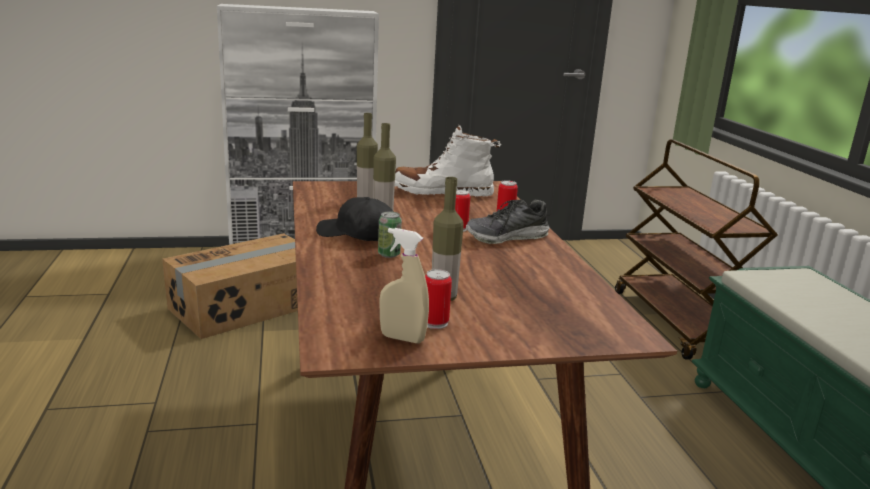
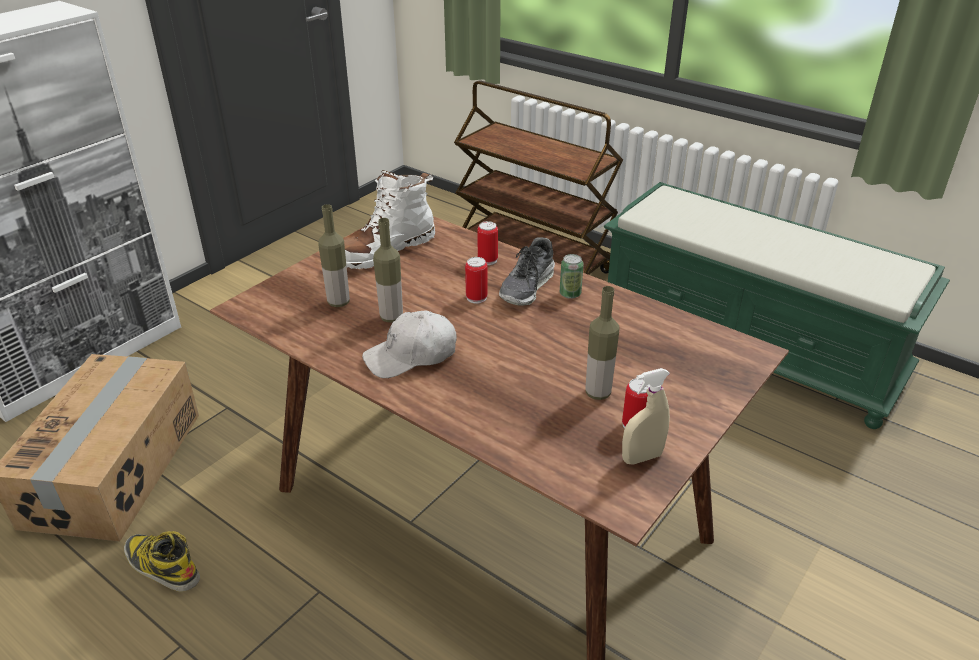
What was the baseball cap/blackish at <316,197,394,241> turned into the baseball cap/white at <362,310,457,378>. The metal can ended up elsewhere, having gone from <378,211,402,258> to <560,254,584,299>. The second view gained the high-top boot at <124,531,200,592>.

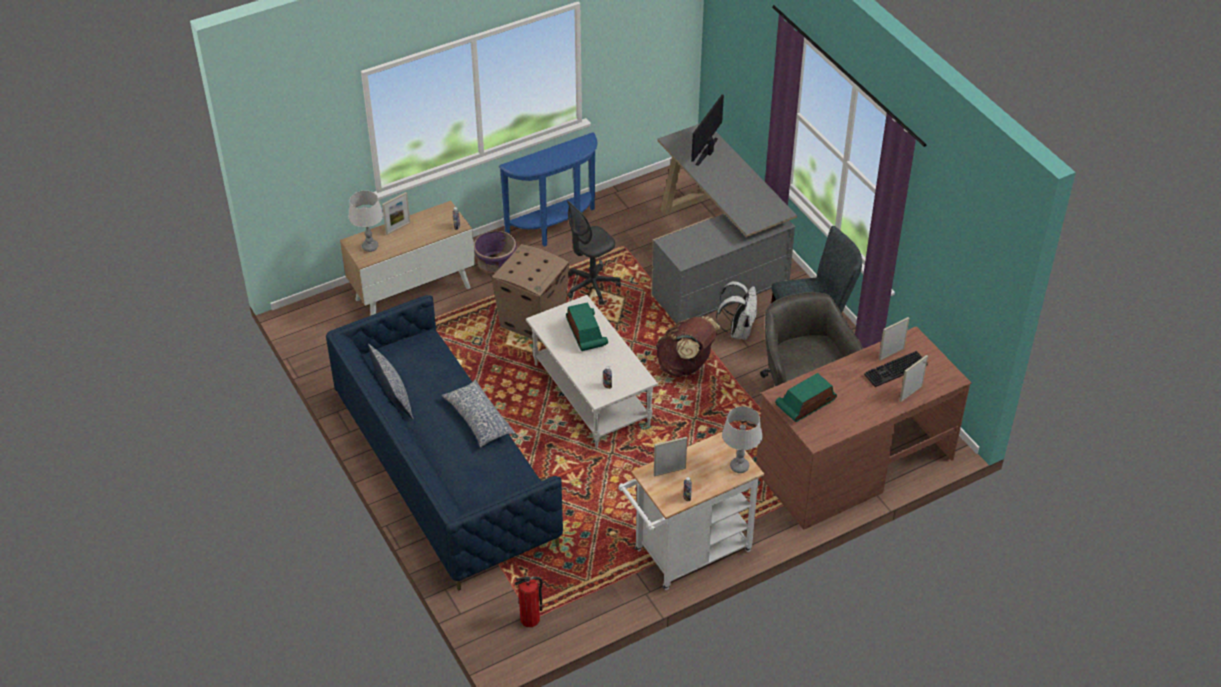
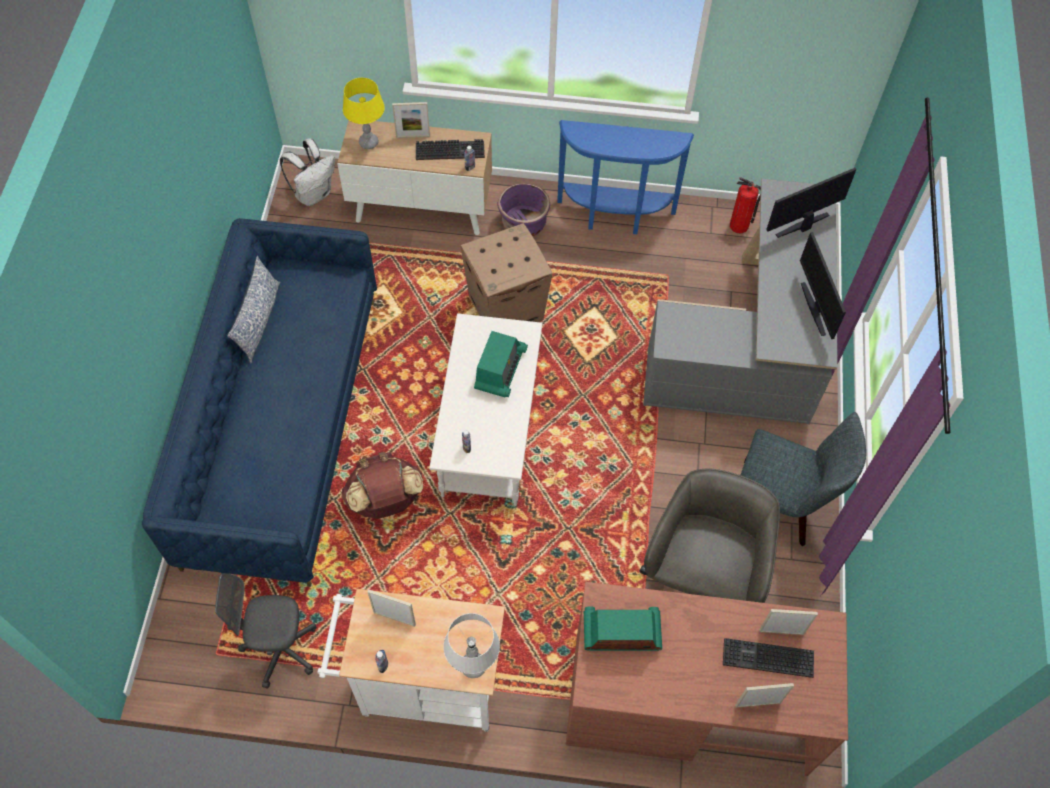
What was the tabletop lamp/gray at <349,191,383,252> turned into the tabletop lamp/yellow at <343,78,385,149>. The second view lost the cushion at <441,380,516,448>. The fire-fighting cylinder ended up elsewhere, having gone from <515,576,542,627> to <730,177,761,234>. The office chair/gray ended up elsewhere, having gone from <567,200,621,305> to <215,573,317,689>. The backpack/brown-coloured ended up elsewhere, having gone from <656,316,721,377> to <342,452,424,519>. The backpack/white ended up elsewhere, having gone from <716,281,757,340> to <280,138,335,206>. The second view gained the keyboard at <416,139,485,160>. The second view gained the computer screen at <800,232,846,339>.

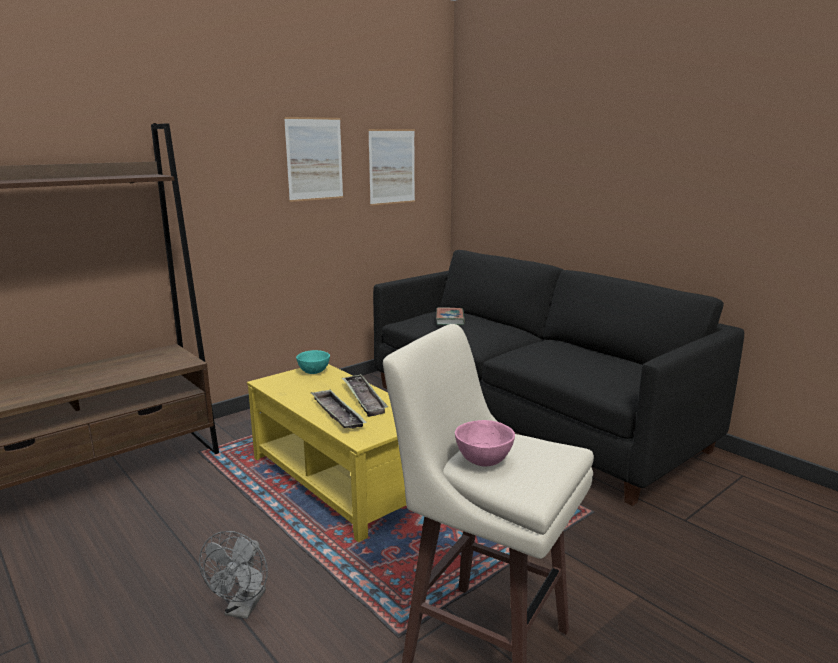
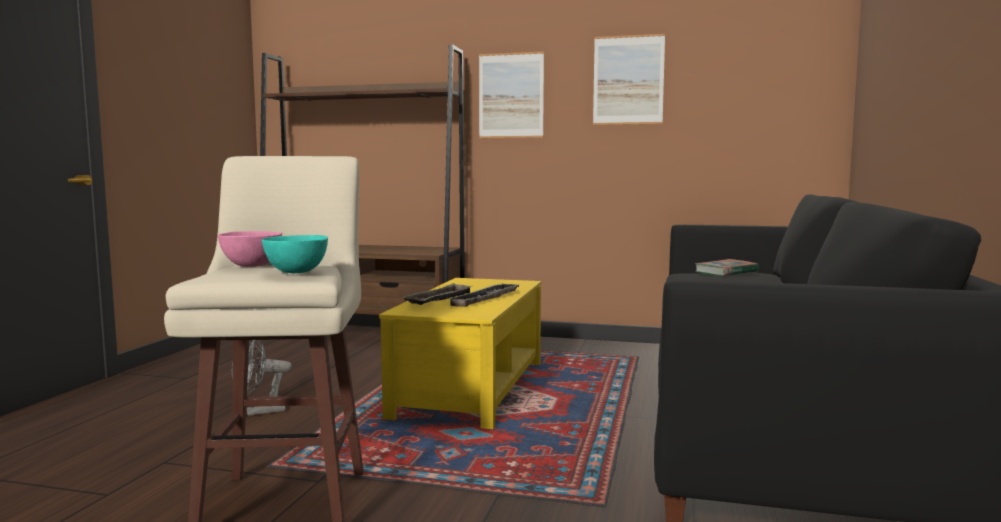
The bowl/turquoise-coloured ended up elsewhere, having gone from <296,350,330,374> to <262,235,328,273>. The wall picture ended up elsewhere, having gone from <368,129,415,206> to <479,52,544,138>.

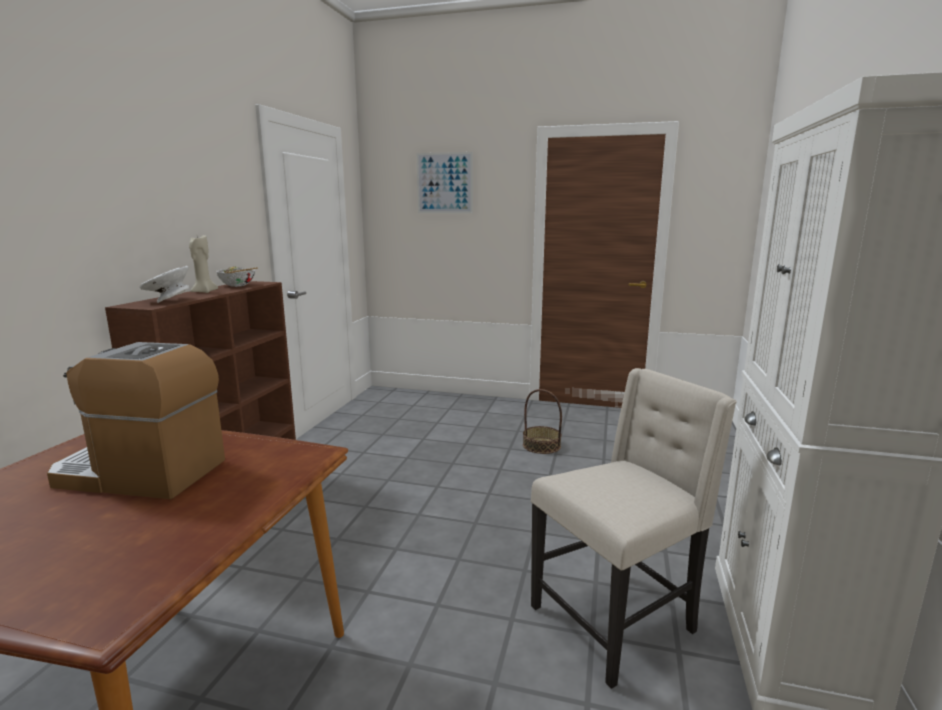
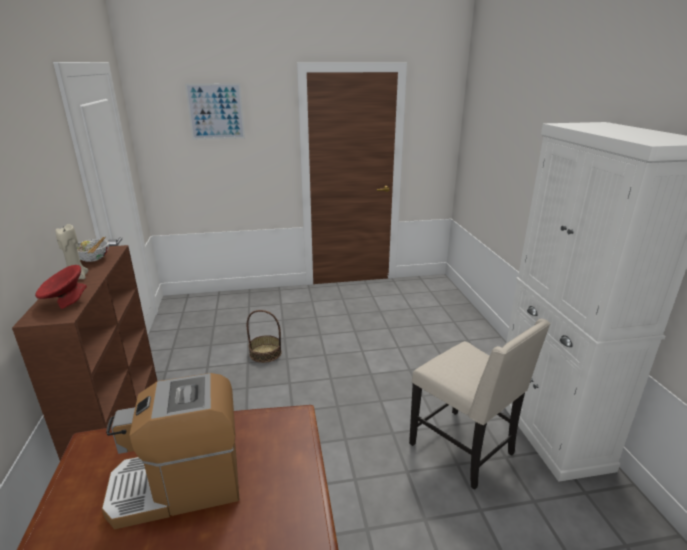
What was the bowl/white at <140,266,189,303> turned into the bowl/reddish at <35,265,87,309>. The storage basket ended up elsewhere, having gone from <523,389,562,454> to <247,310,282,363>. The chair/sand-coloured at <531,368,737,689> ended up facing another way, 105 degrees clockwise from before.

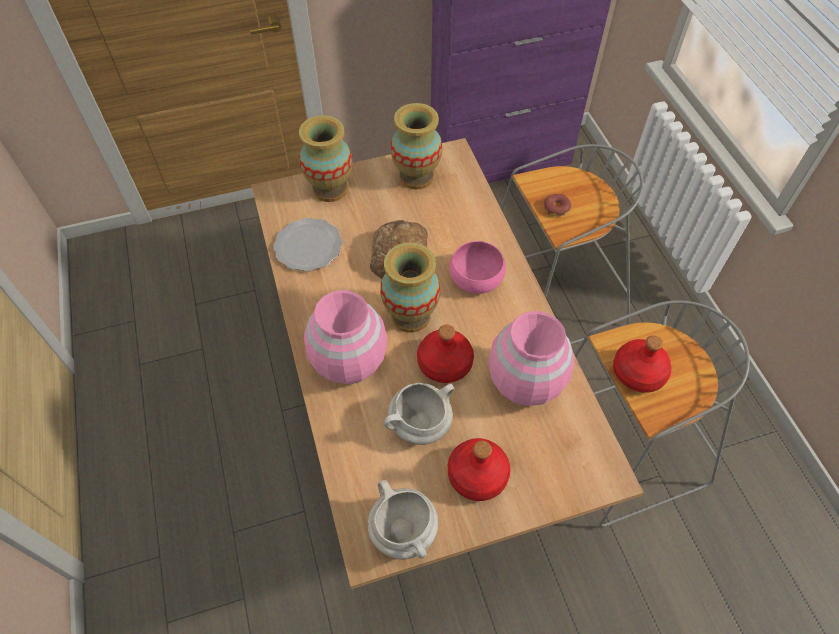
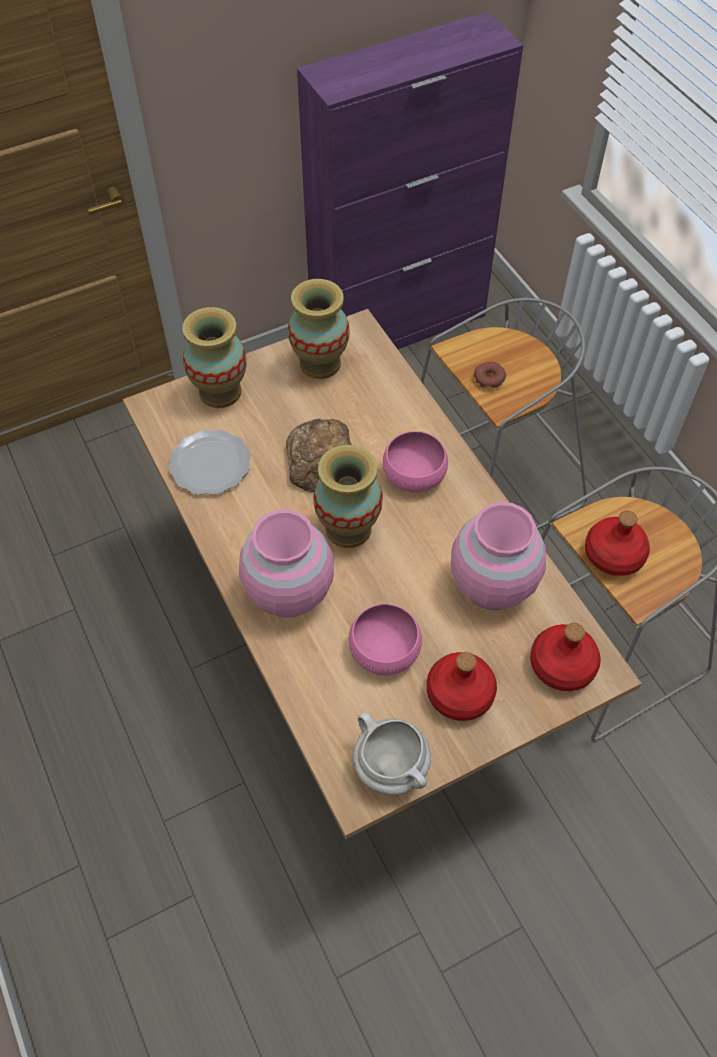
Where the saucepot/white stood at <384,383,455,445>, the bowl/pinkish came to stand at <349,604,422,675>. The beverage bottle/reddish ended up elsewhere, having gone from <417,325,474,383> to <530,623,601,691>.

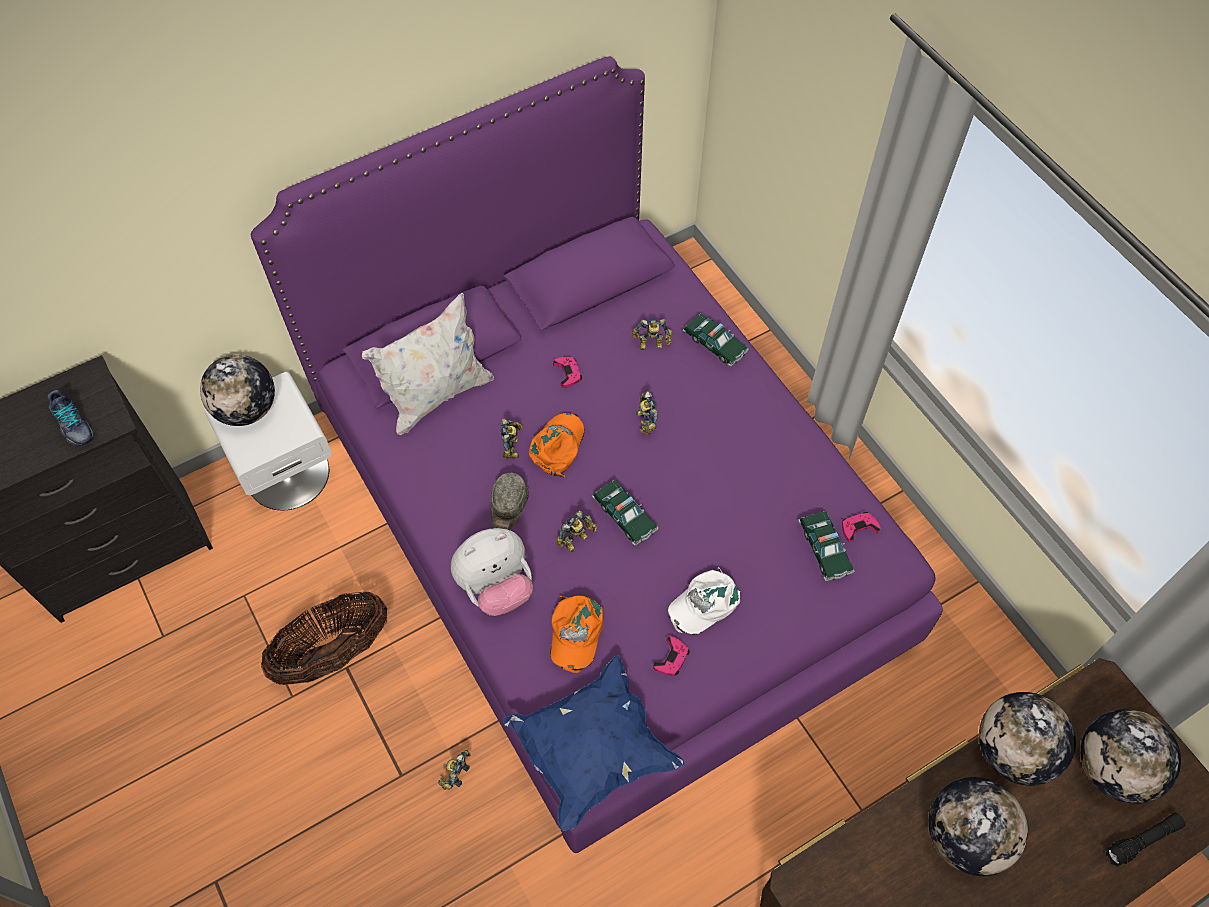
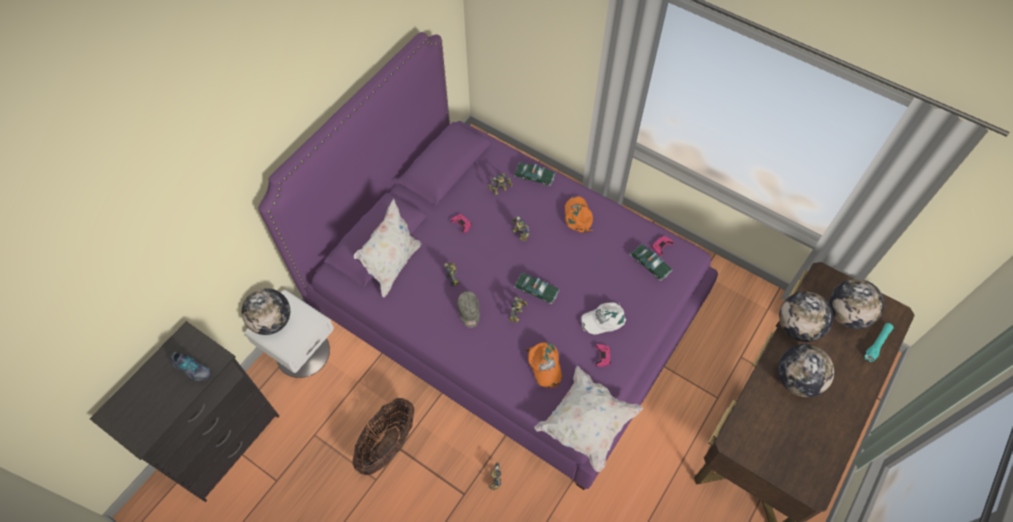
The second view lost the plush toy at <451,528,533,616>. What was the cushion/bluish at <503,655,685,831> turned into the cushion/white at <534,366,643,472>. The baseball cap/orange-coloured ended up elsewhere, having gone from <529,413,584,477> to <565,196,593,233>. The baseball cap/white at <668,567,740,635> ended up facing another way, 45 degrees clockwise from before. What was the hand torch/blackish at <1105,813,1186,867> turned into the hand torch/turquoise-coloured at <865,323,894,362>.

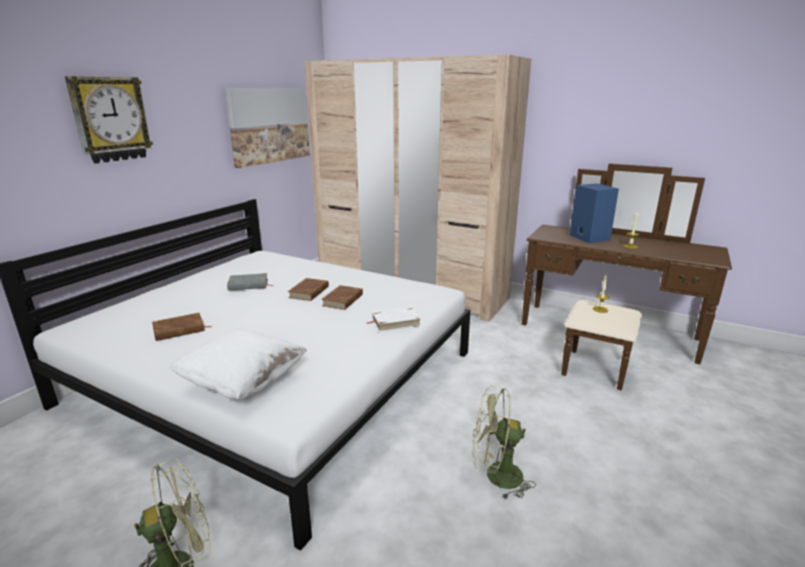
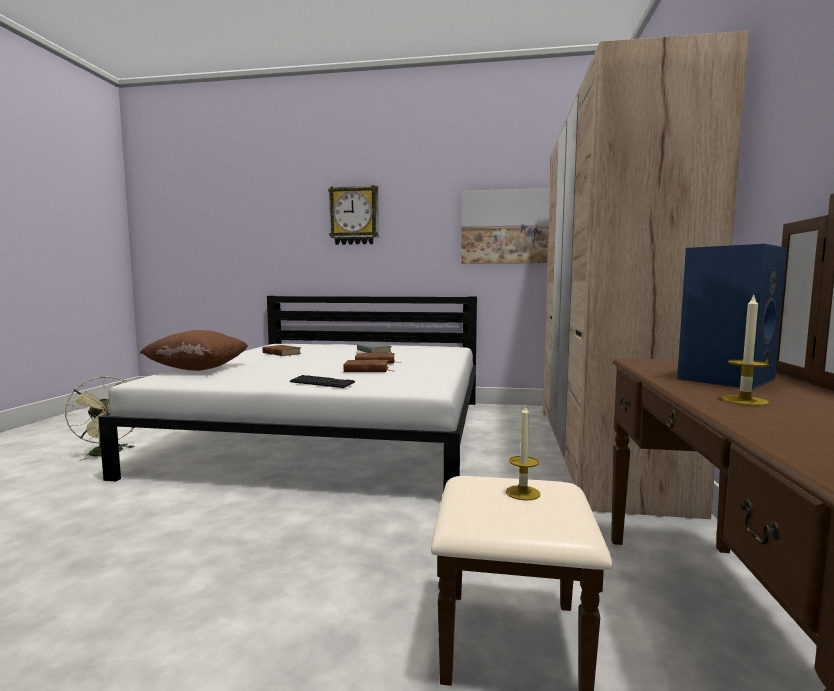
What was the cushion/white at <168,328,307,399> turned into the cushion/brown-coloured at <140,330,248,371>. Where the volume/white stood at <366,307,421,332>, the keyboard came to stand at <290,375,355,388>. The second view lost the cooling fan/greenish at <473,386,536,499>.

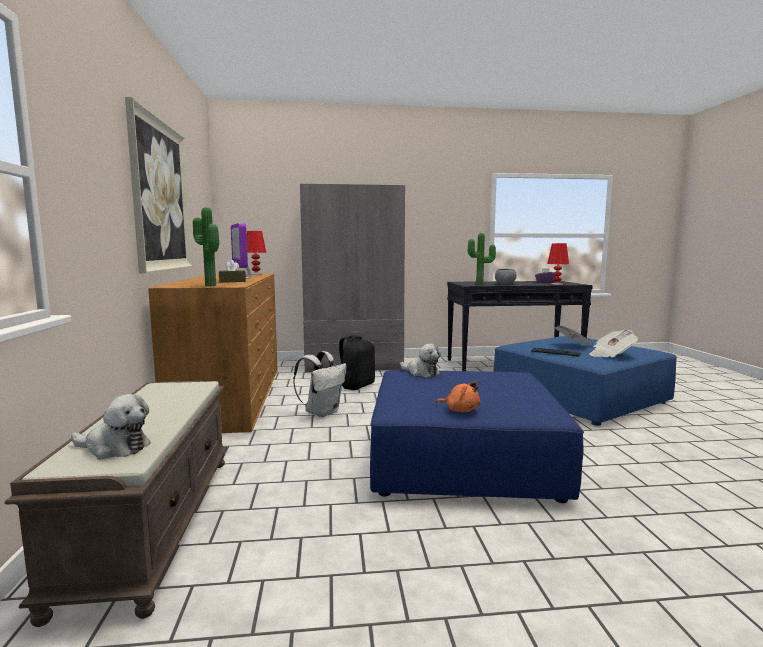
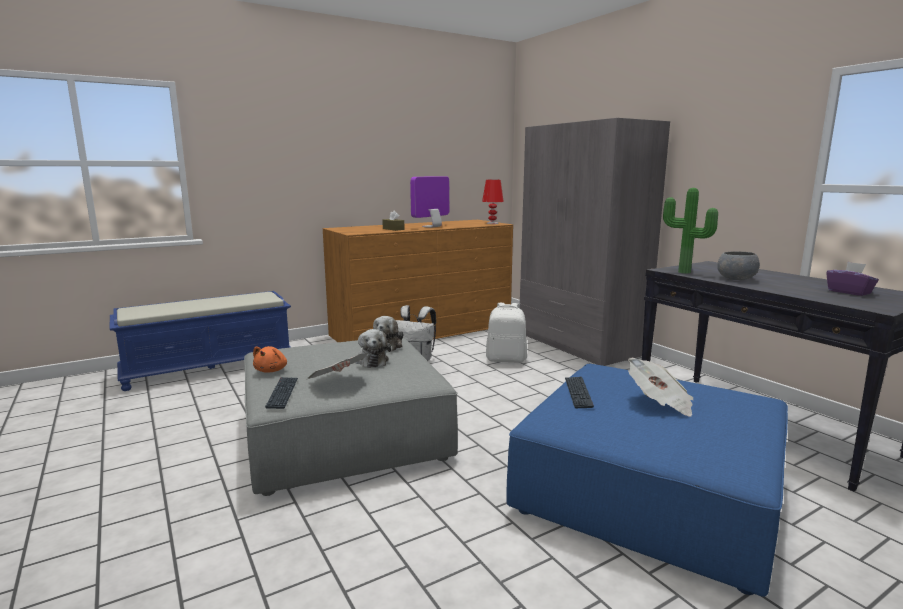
What was the bench/brown-coloured at <5,381,227,627> turned into the bench/bluish at <109,291,291,391>. The plush toy ended up elsewhere, having gone from <71,394,151,459> to <355,329,391,368>. The second view lost the wall picture at <125,97,193,273>. The second view lost the plant in a pot at <193,207,219,286>. What was the backpack/blackish at <339,335,375,390> turned into the backpack/white at <486,303,527,363>. What was the pouffe/bluish at <370,370,584,503> turned into the pouffe/gray at <244,338,458,496>. The second view lost the tabletop lamp/reddish at <547,243,569,285>. The printed paper ended up elsewhere, having gone from <590,330,638,357> to <308,353,369,379>. The second view gained the keyboard at <265,377,298,409>.

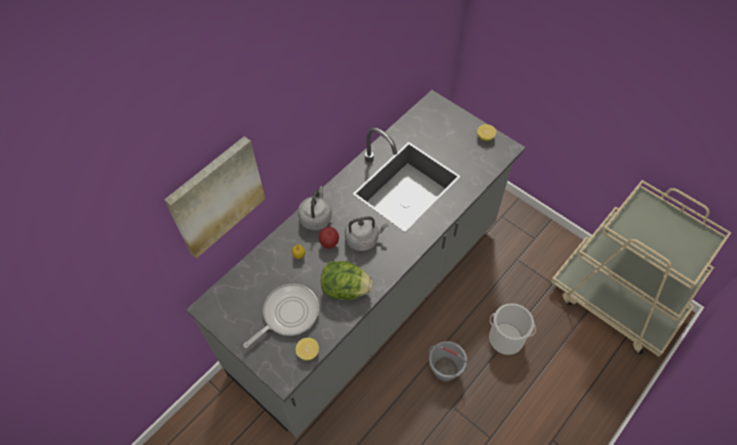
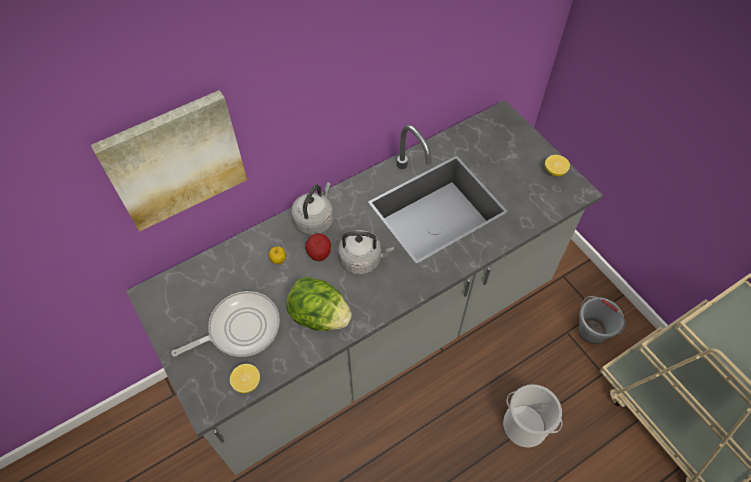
The bucket/gray ended up elsewhere, having gone from <429,341,468,382> to <578,296,626,344>.

